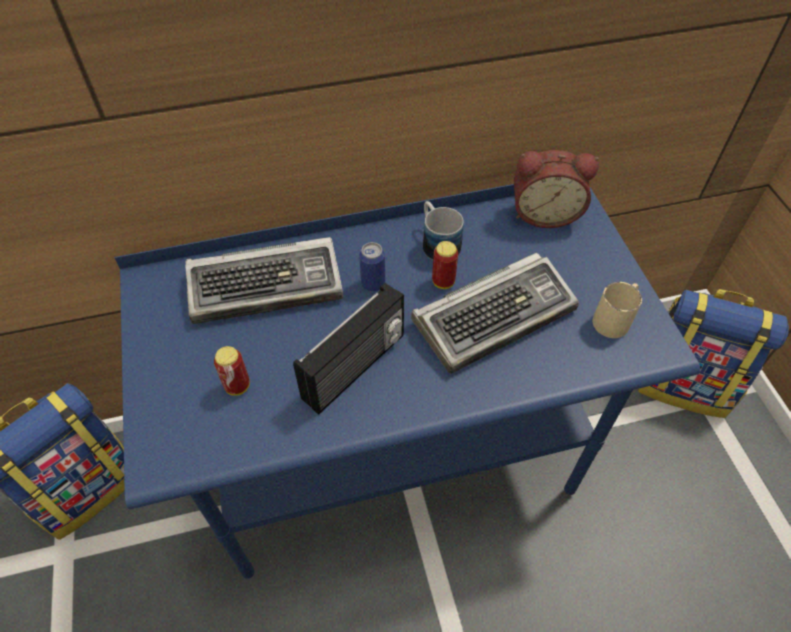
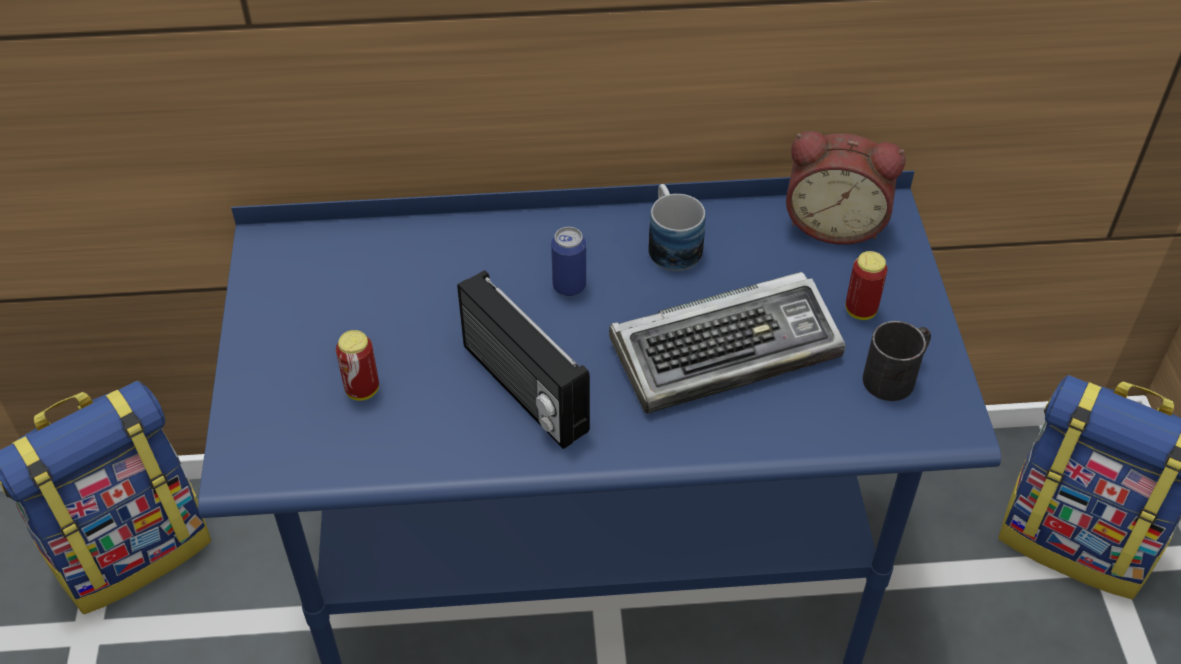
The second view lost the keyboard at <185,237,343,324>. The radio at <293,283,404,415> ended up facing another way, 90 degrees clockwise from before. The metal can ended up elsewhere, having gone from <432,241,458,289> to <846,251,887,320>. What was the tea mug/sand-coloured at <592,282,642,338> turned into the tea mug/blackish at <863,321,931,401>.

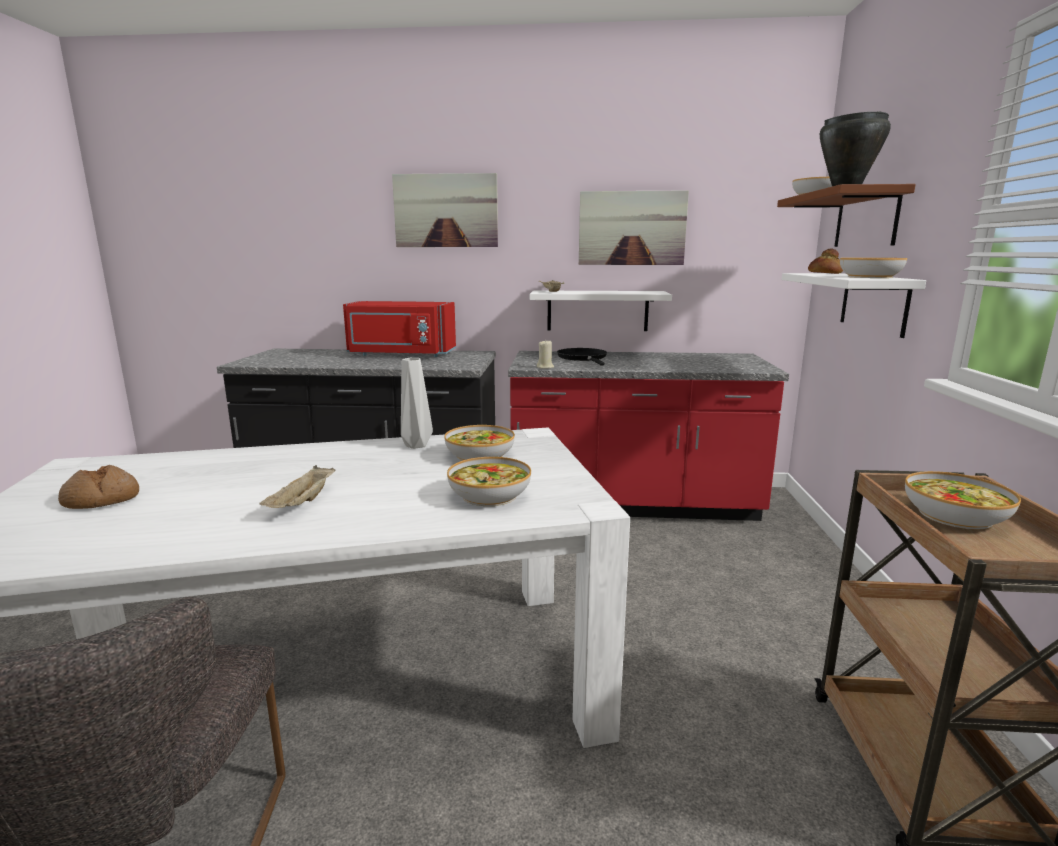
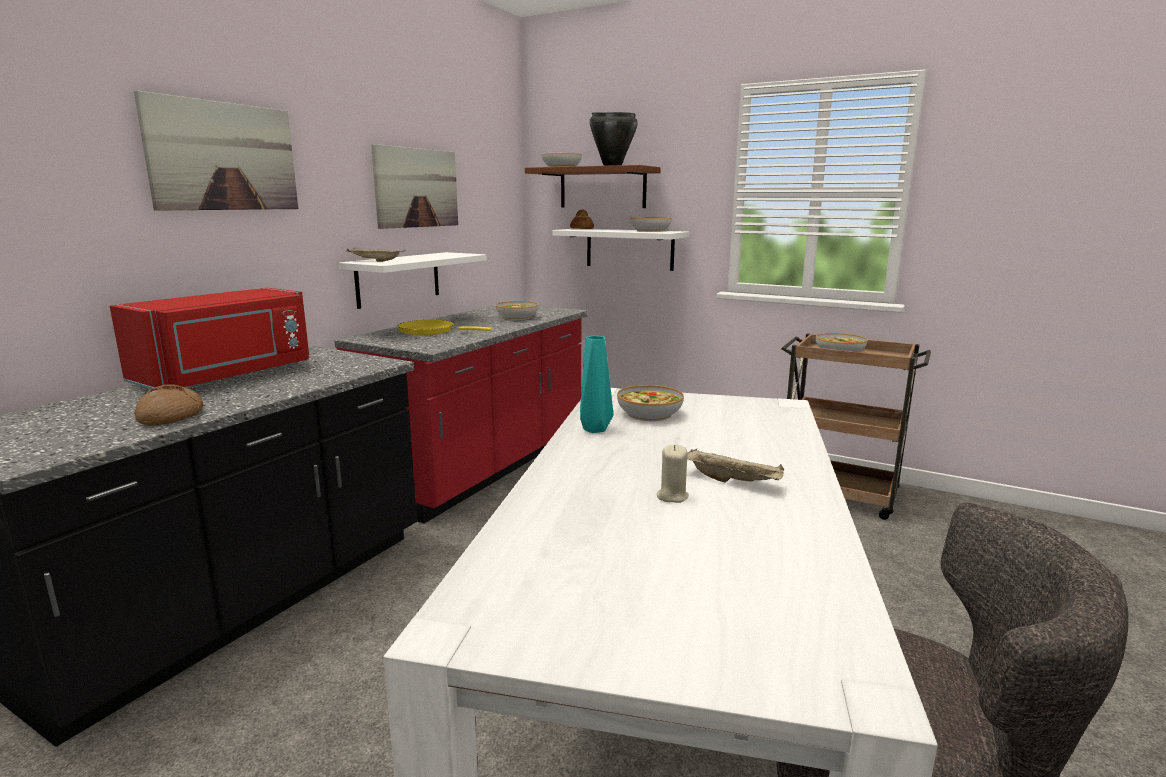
The bakery bread ended up elsewhere, having gone from <58,465,139,509> to <134,384,203,426>. What was the vase/gray at <401,358,433,449> turned into the vase/turquoise-coloured at <580,336,613,433>. The bowl ended up elsewhere, having gone from <447,457,531,506> to <496,301,538,320>. The candle/sand-coloured ended up elsewhere, having gone from <537,339,554,369> to <657,445,689,503>. What was the skillet/blackish at <557,348,607,365> turned into the skillet/yellow at <398,320,492,335>.

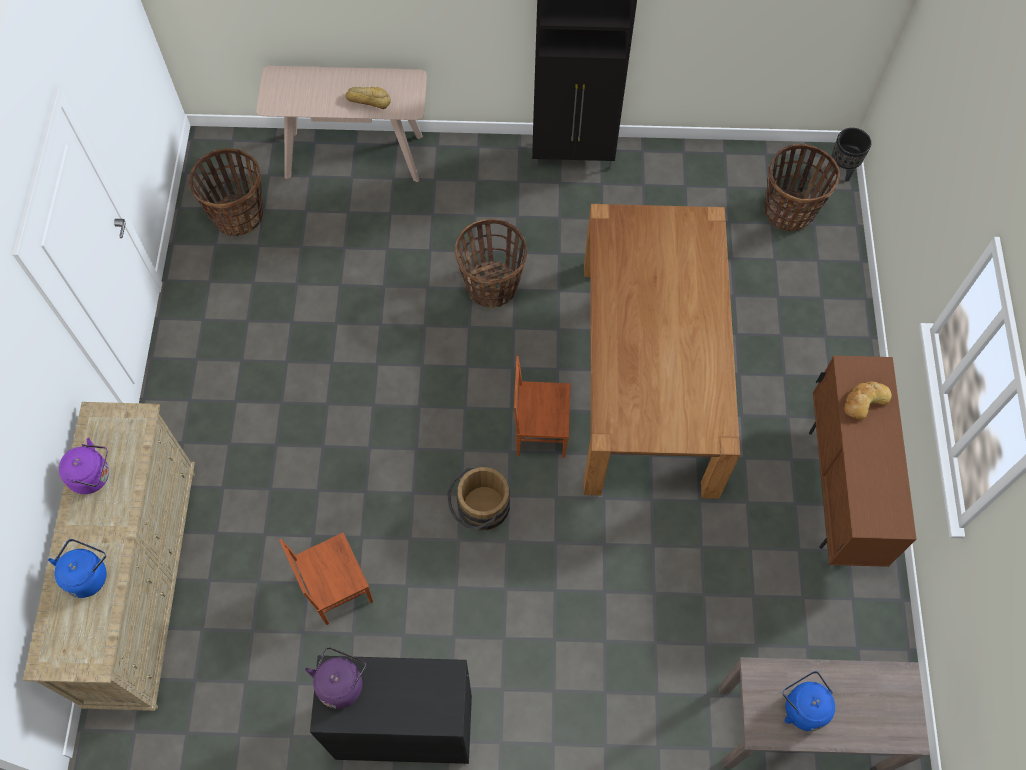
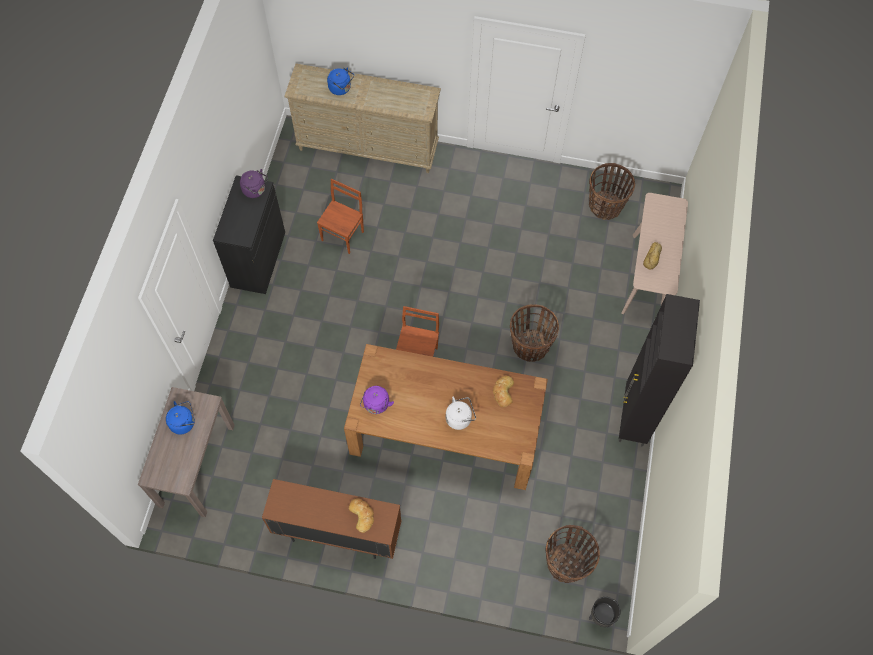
The tea kettle/purple ended up elsewhere, having gone from <59,438,109,494> to <360,386,394,414>. The chair/brown-coloured at <279,533,373,625> ended up facing another way, 45 degrees clockwise from before. The second view lost the bucket/brown-coloured at <447,467,510,531>. The second view gained the tea kettle/white at <446,396,476,430>. The second view gained the bakery bread at <493,376,514,407>.

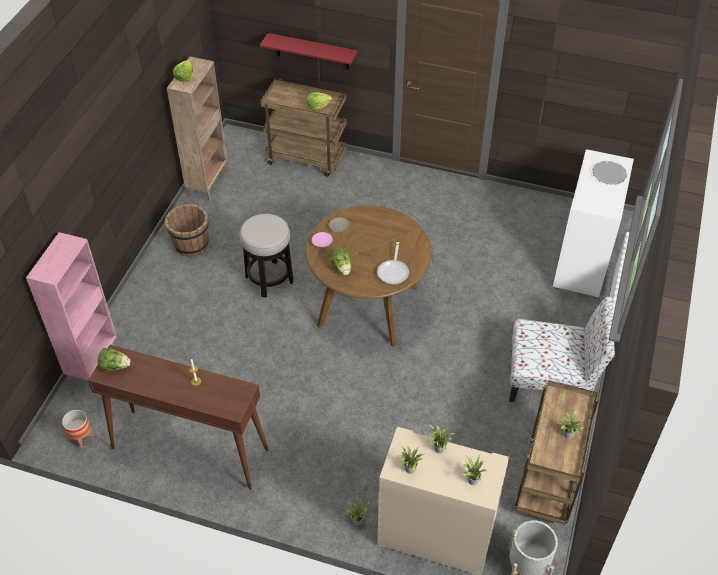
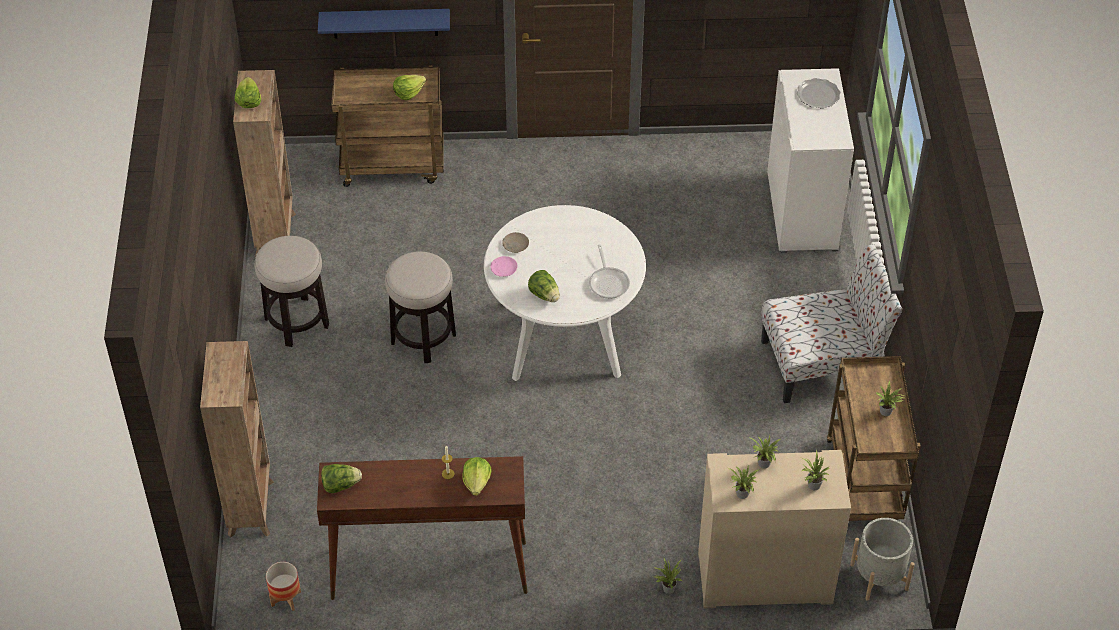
What was the shelving unit/pinkish at <26,232,117,381> turned into the shelving unit/brown-coloured at <200,341,274,538>. Where the bucket/brown-coloured stood at <165,204,208,257>, the stool seat came to stand at <255,236,329,347>. What was the wall shelf/reddish at <260,33,358,70> turned into the wall shelf/bluish at <318,9,450,38>. What was the dining table/brown-coloured at <306,205,431,347> turned into the dining table/white at <484,205,646,381>. The second view gained the lettuce at <462,457,491,496>.

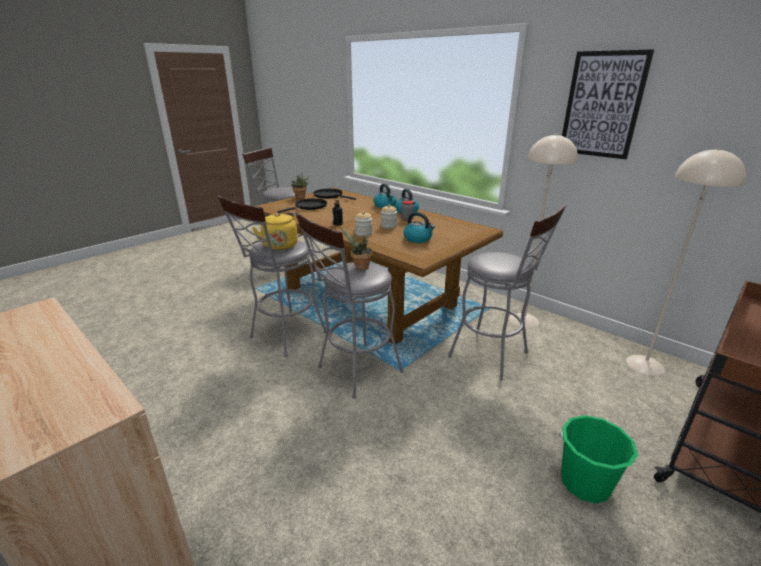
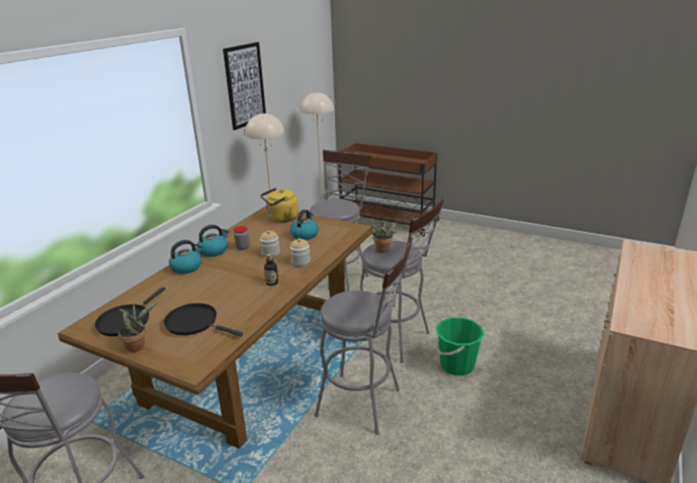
The tea kettle/yellow ended up elsewhere, having gone from <252,213,298,250> to <260,188,299,222>. The bucket/greenish ended up elsewhere, having gone from <559,415,638,504> to <436,317,485,376>.

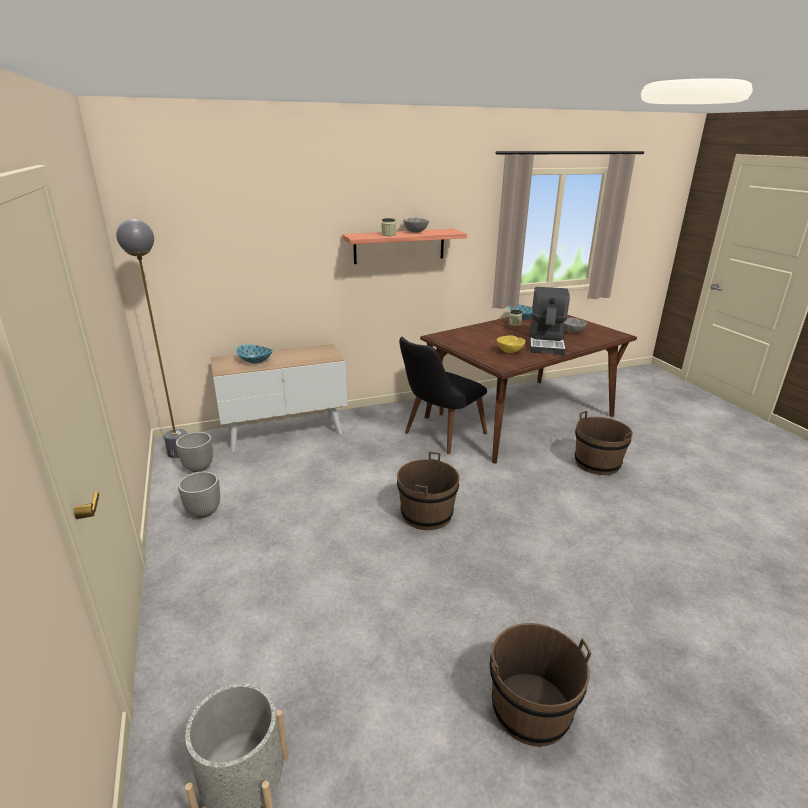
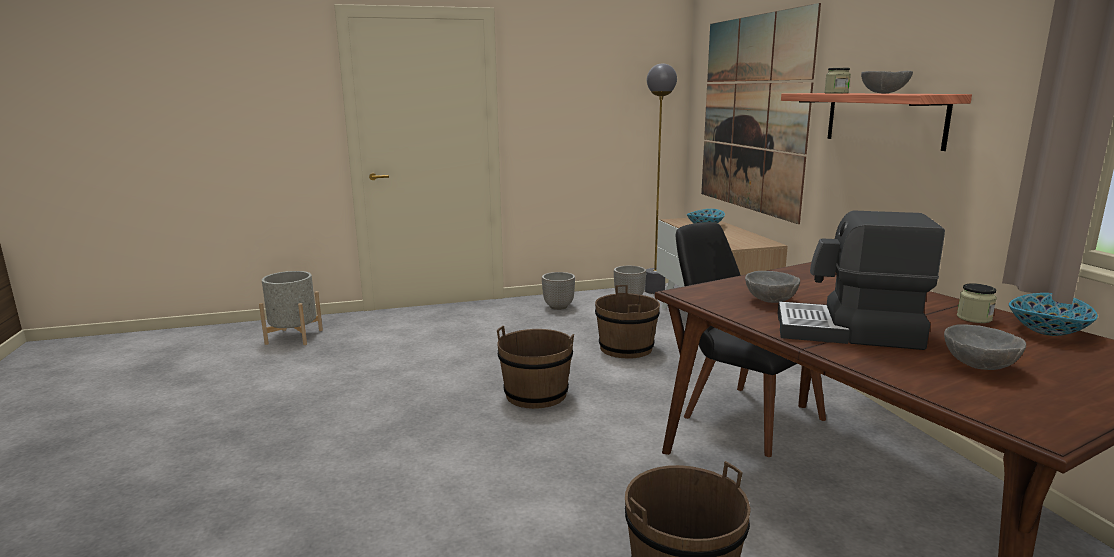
The bucket/brown-coloured ended up elsewhere, having gone from <490,623,591,747> to <595,285,660,359>. What was the bowl/yellow at <497,335,525,353> turned into the bowl/gray at <745,271,800,303>. The second view gained the wall picture at <701,3,821,224>.

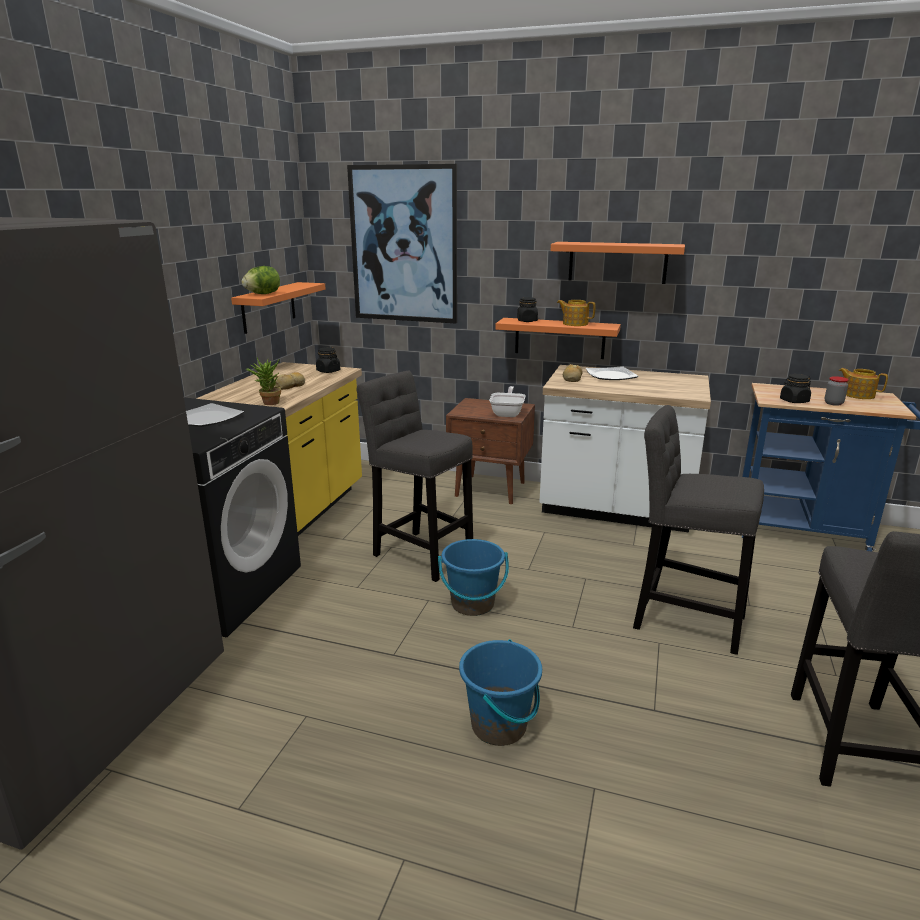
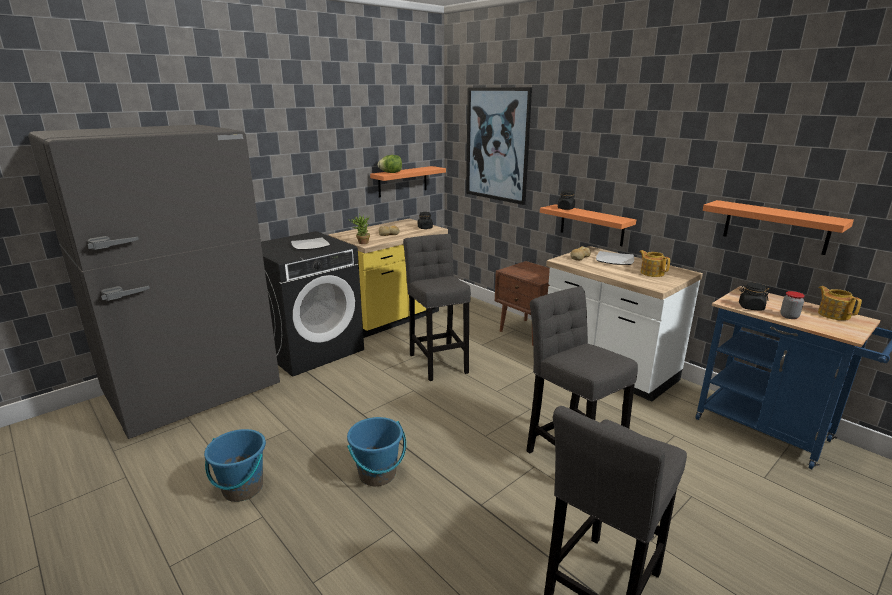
The bucket/bluish ended up elsewhere, having gone from <438,539,509,616> to <204,429,266,502>. The second view lost the skillet at <489,386,526,417>. The wall shelf/orange-coloured ended up elsewhere, having gone from <551,242,685,284> to <703,200,854,255>. The tea pot ended up elsewhere, having gone from <557,300,595,326> to <639,250,670,277>.

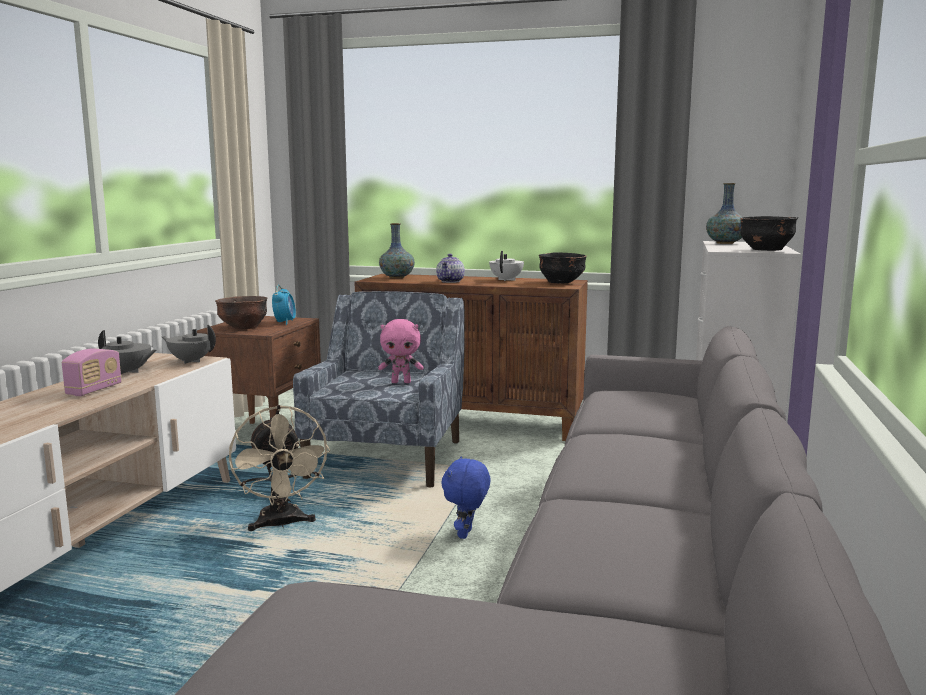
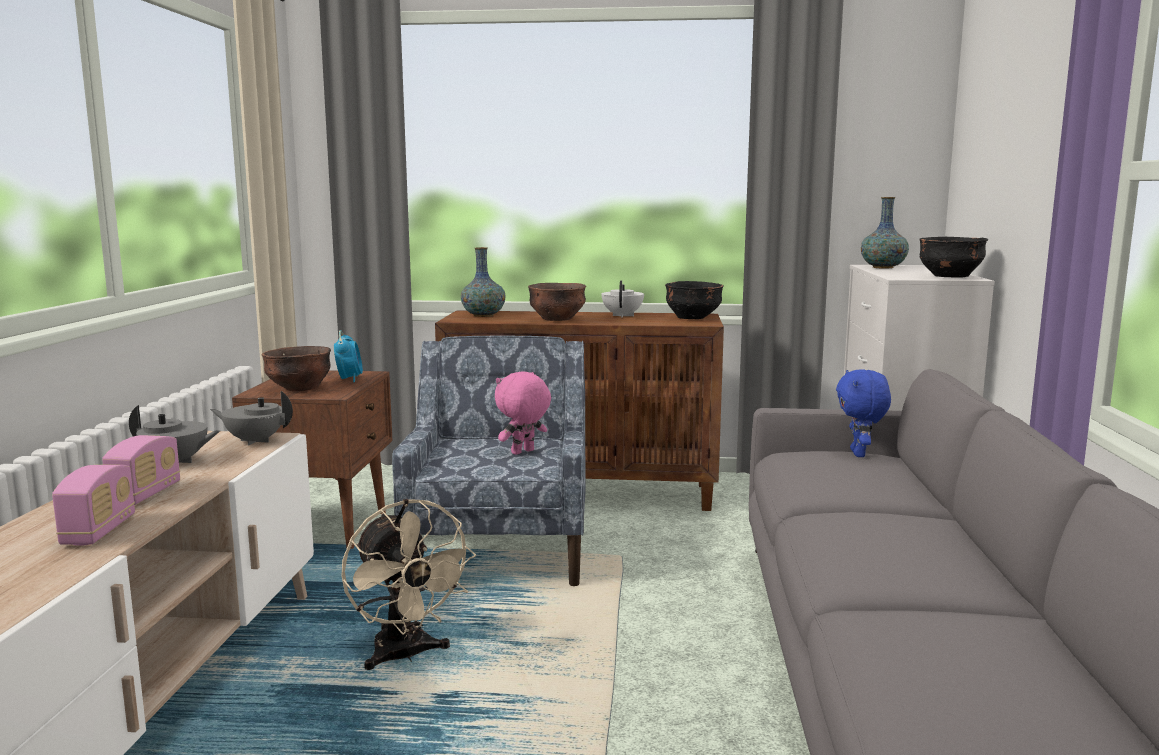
The plush toy/pinkish at <378,319,424,383> ended up facing another way, 150 degrees clockwise from before. Where the tea pot stood at <436,254,465,283>, the bowl/brown-coloured came to stand at <528,283,586,321>. The plush toy/bluish ended up elsewhere, having gone from <441,456,491,539> to <836,369,891,457>. The second view gained the radio at <52,465,135,546>.

